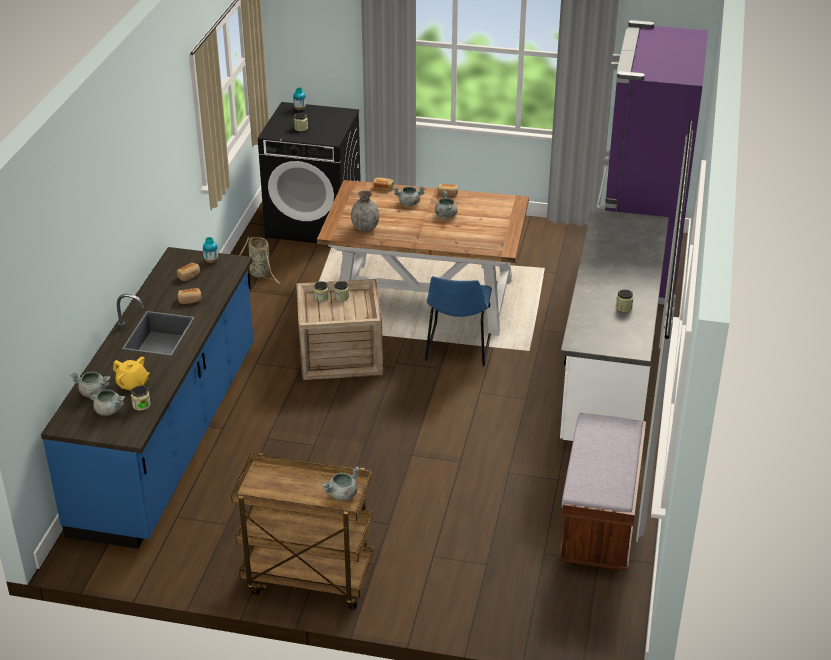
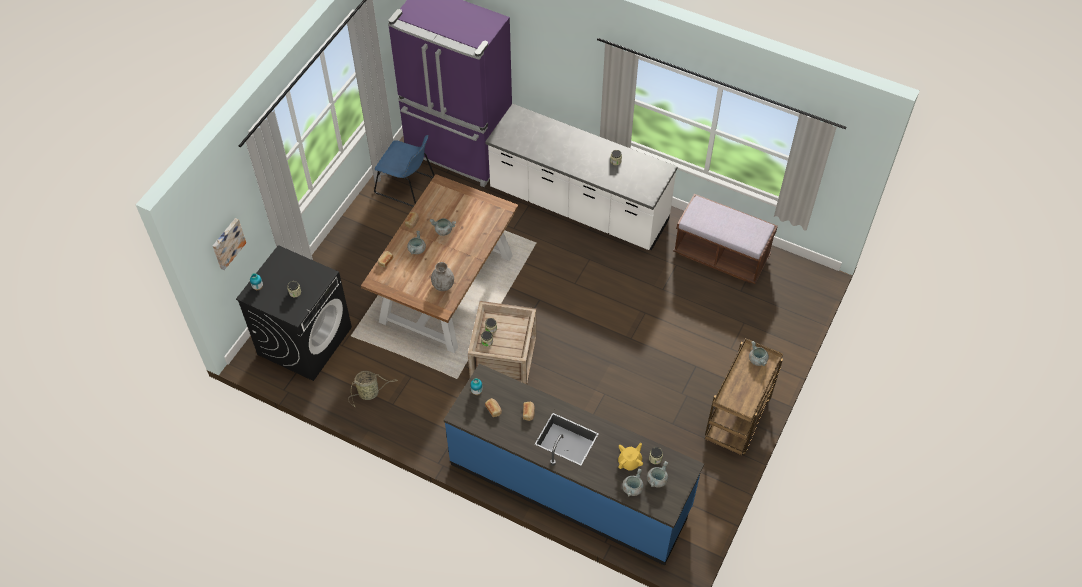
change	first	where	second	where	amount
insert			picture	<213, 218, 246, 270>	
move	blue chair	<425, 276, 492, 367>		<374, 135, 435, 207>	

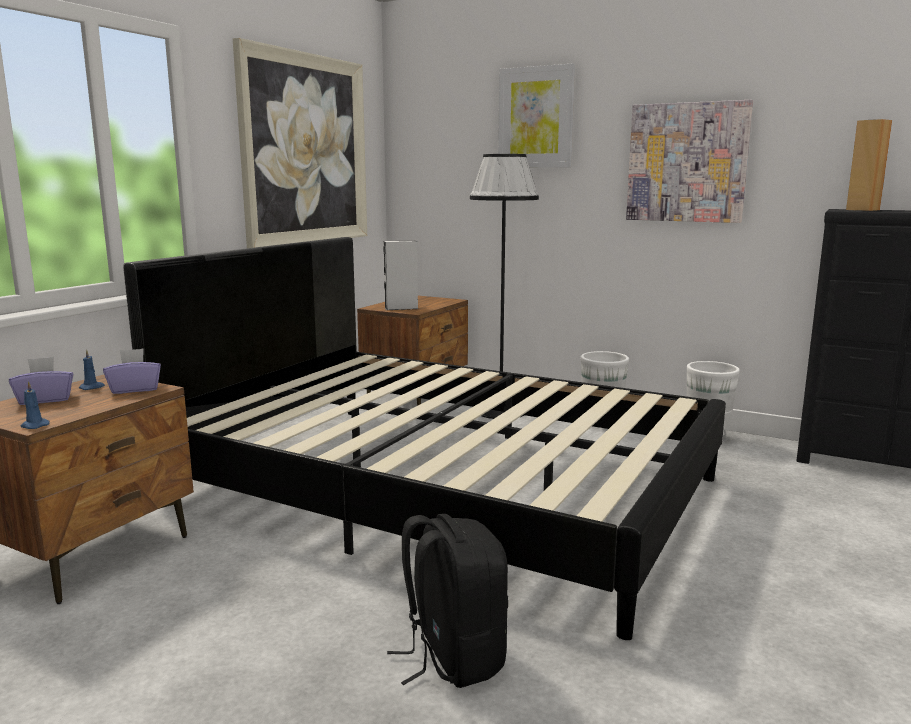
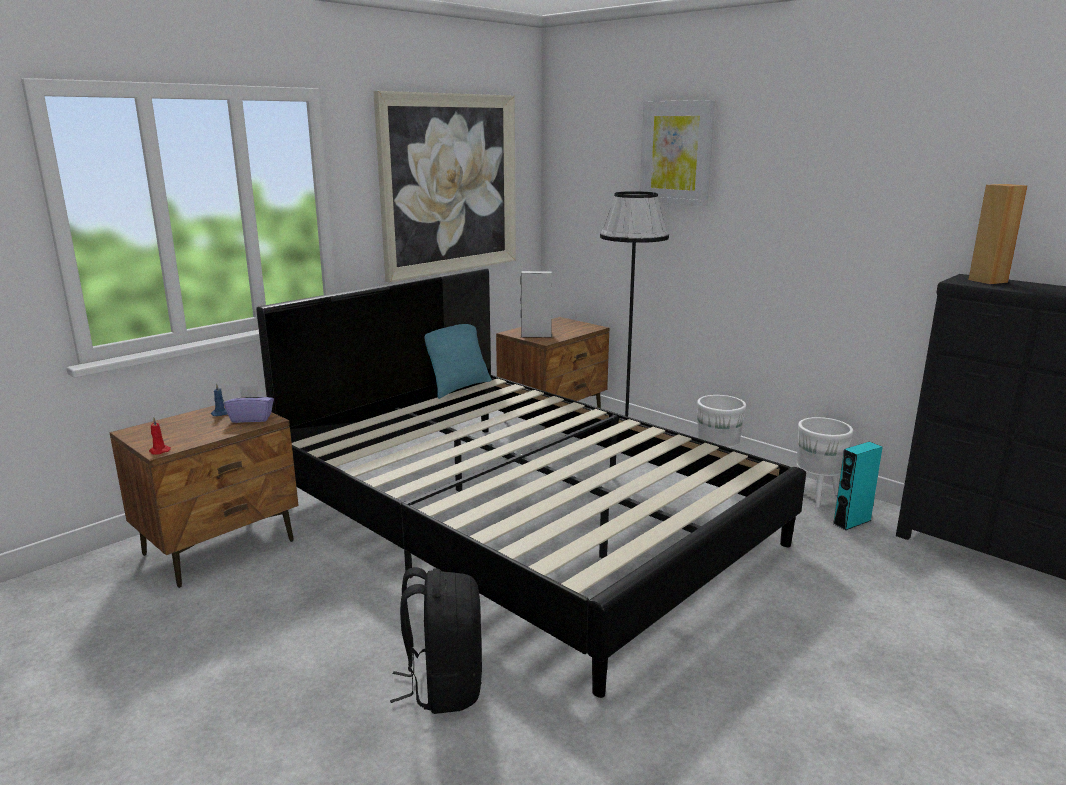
change	first	where	second	where	amount
delete	purple tissue box	<9, 357, 74, 405>			
delete	picture	<626, 100, 753, 223>			
insert			turquoise pillow	<424, 324, 492, 399>	
insert			turquoise speaker	<833, 442, 883, 530>	
recolor	blue candle	<21, 381, 50, 429>	red candle	<149, 418, 171, 455>	

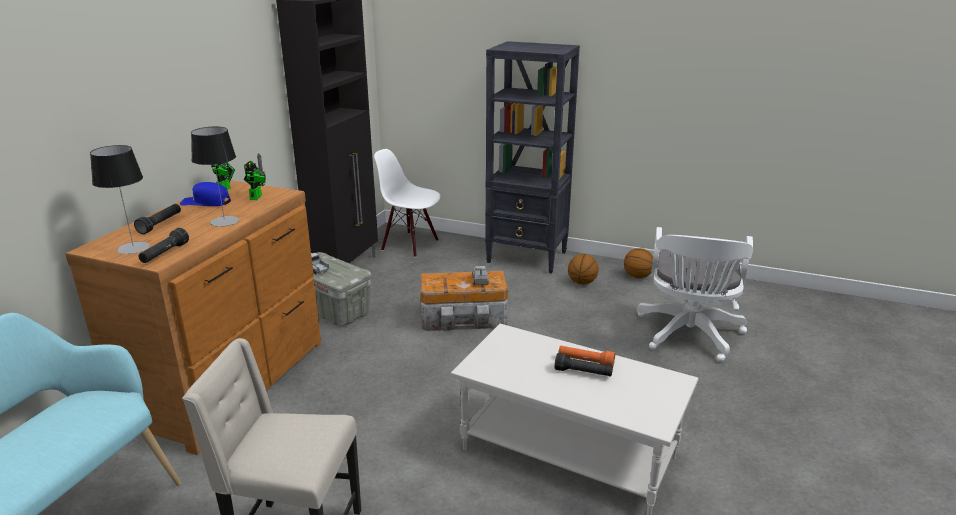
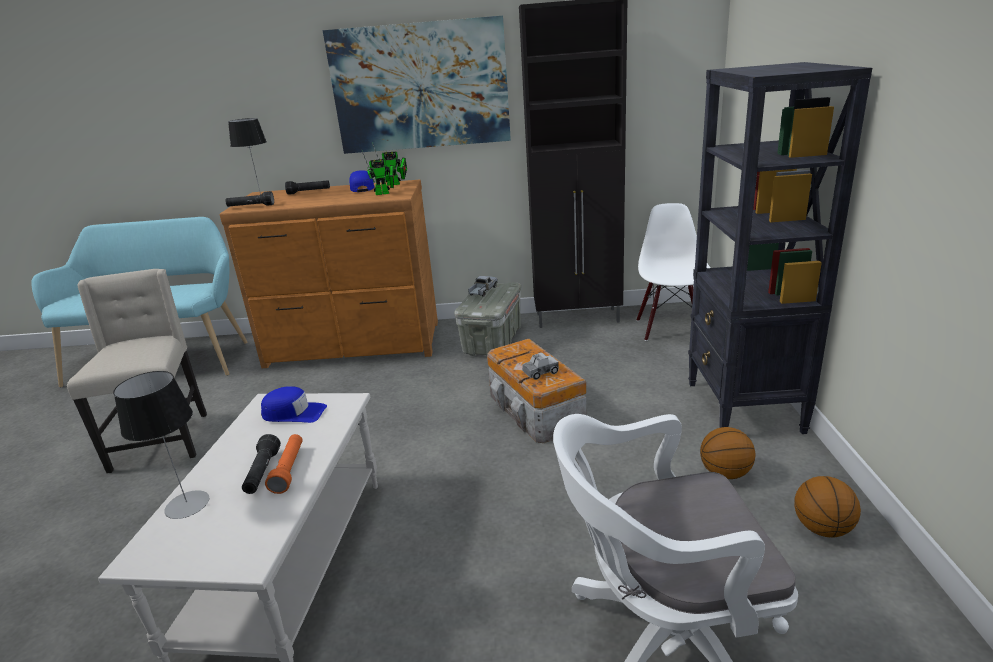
change	first	where	second	where	amount
insert			blue cap	<261, 386, 327, 423>	
insert			picture	<323, 16, 511, 154>	
move	table lamp	<191, 127, 239, 227>		<113, 371, 209, 519>	

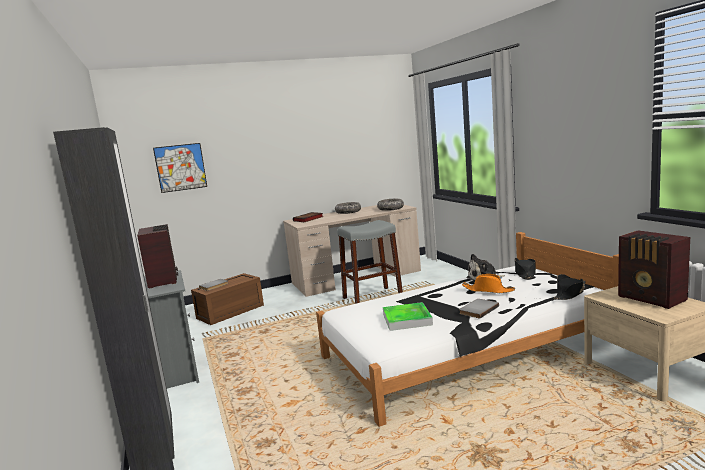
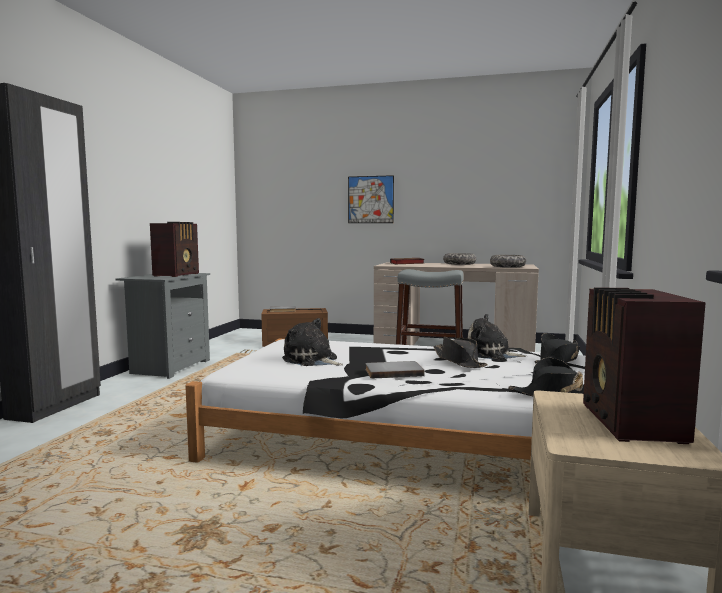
change	first	where	second	where	amount
move	picture	<153, 143, 207, 193>		<348, 175, 394, 223>	
replace	tray	<383, 302, 433, 331>	plush toy	<282, 318, 343, 366>	
recolor	orange hat	<462, 274, 515, 293>	black hat	<433, 337, 488, 368>	

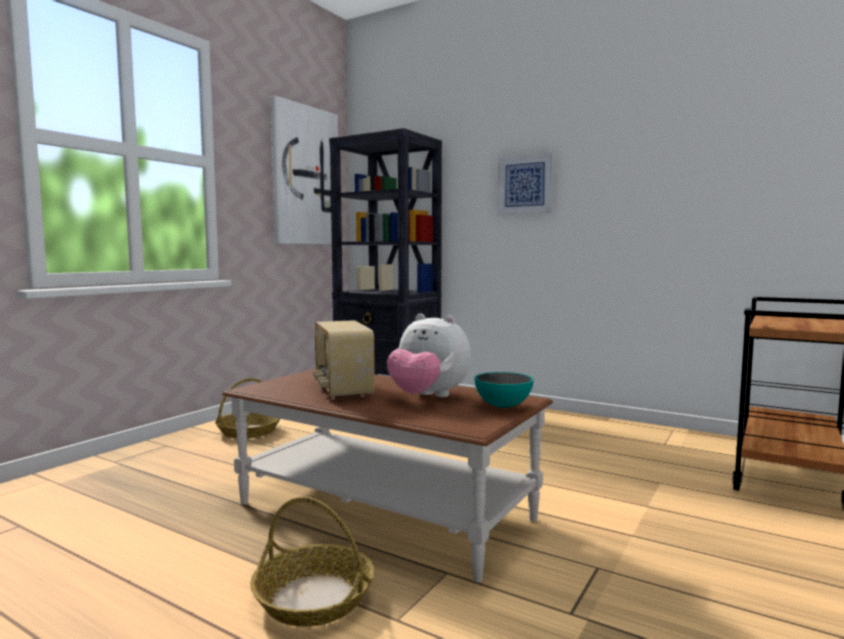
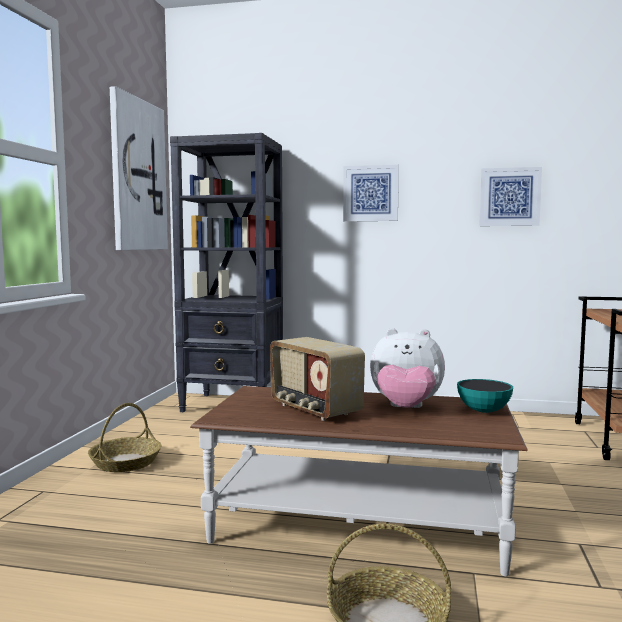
change	first	where	second	where	amount
insert			picture	<479, 167, 542, 226>	

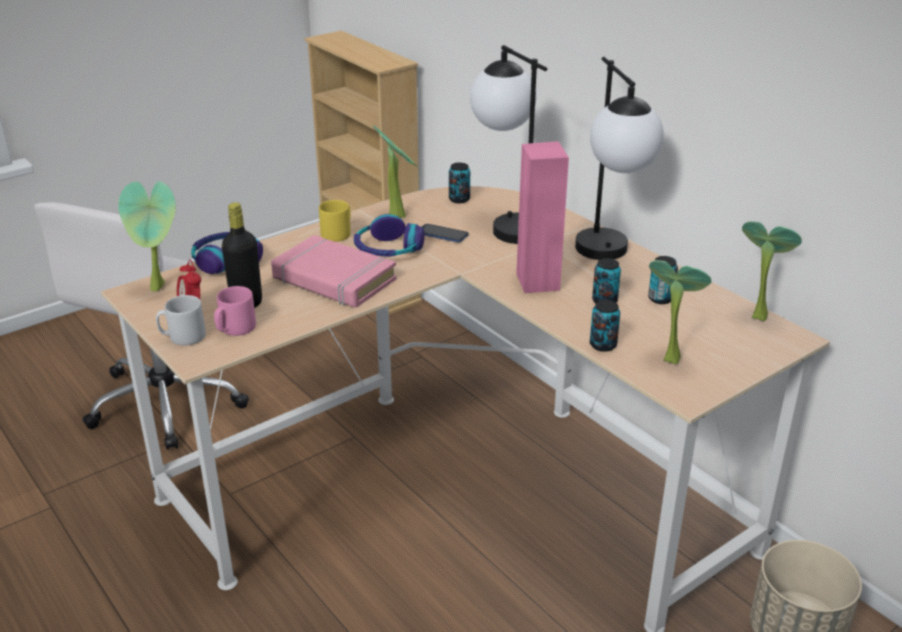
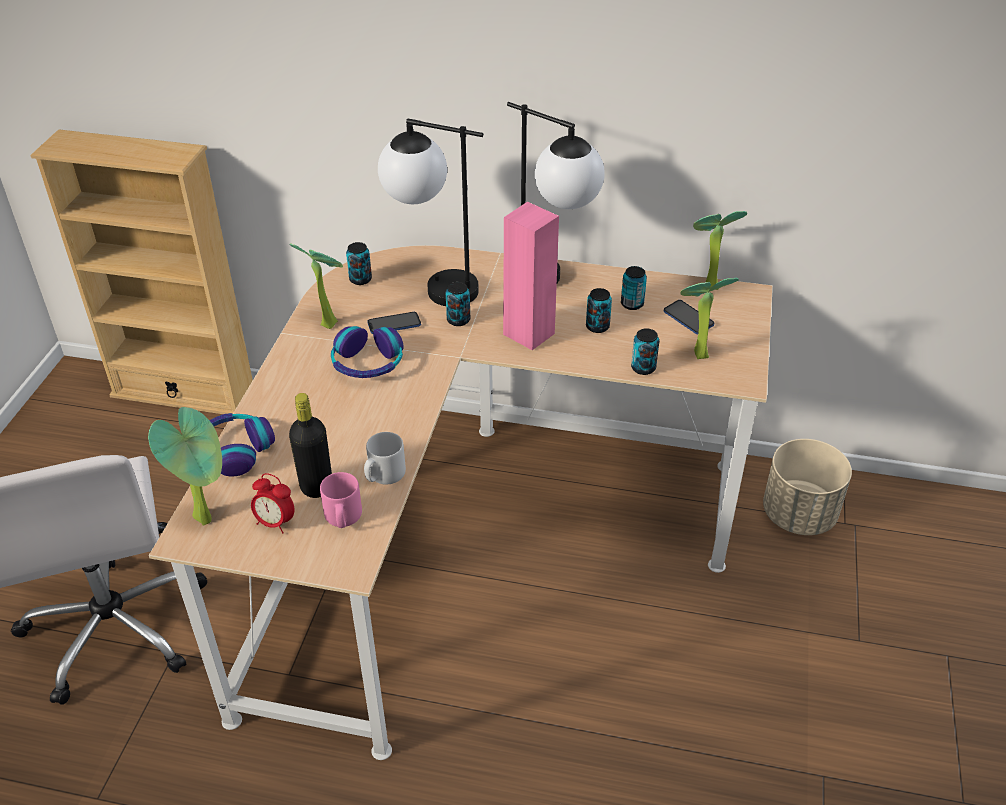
change	first	where	second	where	amount
delete	pink book	<271, 235, 397, 308>			
delete	yellow mug	<319, 200, 351, 242>			
insert			can	<446, 282, 470, 326>	
insert			phone	<664, 300, 714, 334>	
move	grey mug	<156, 295, 206, 346>		<364, 432, 406, 485>	

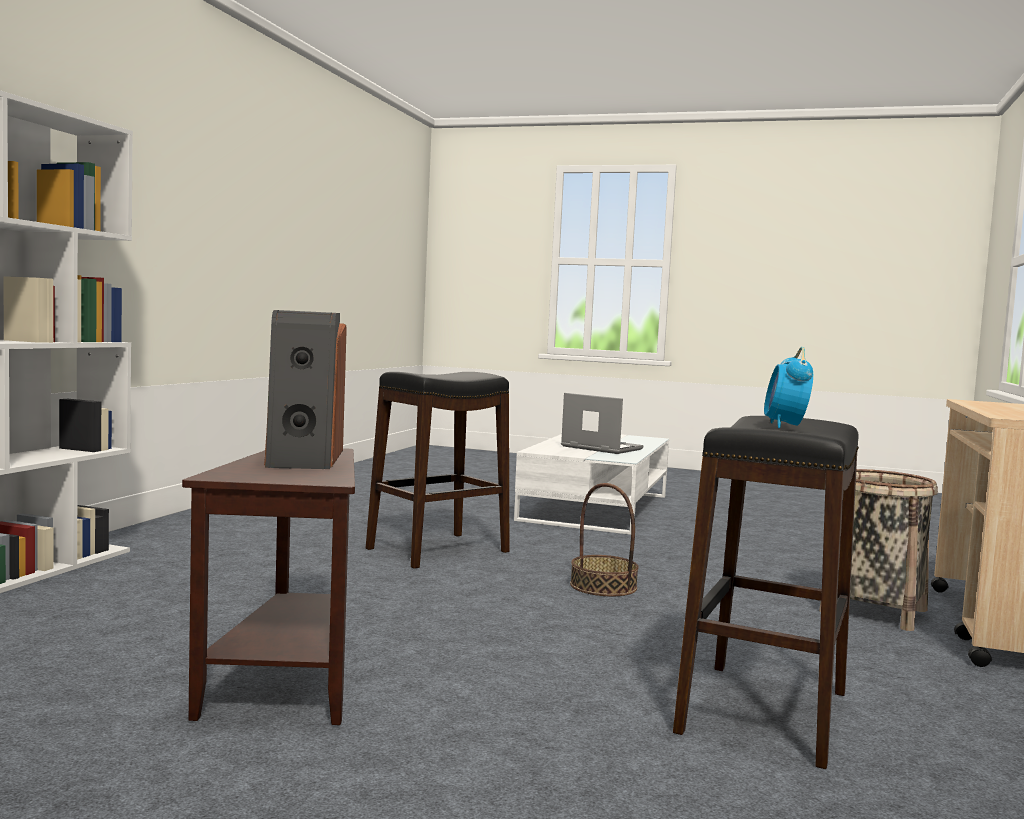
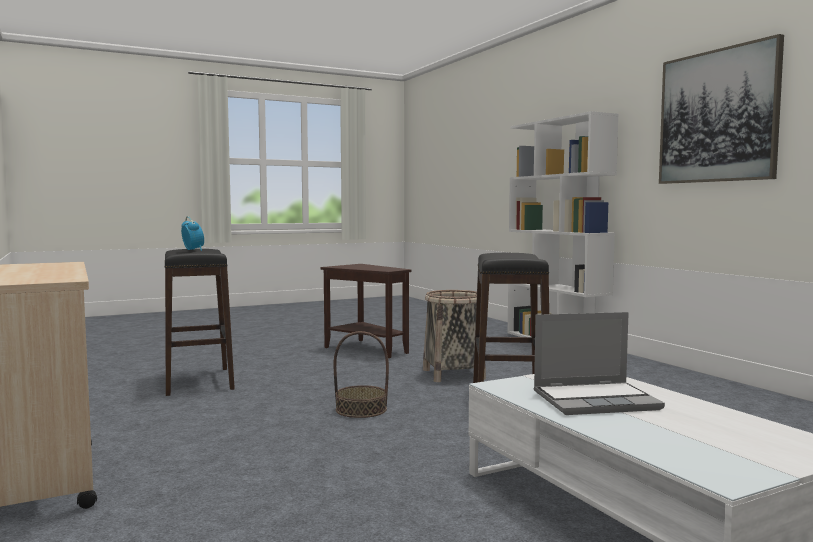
change	first	where	second	where	amount
delete	speaker	<264, 310, 347, 469>			
insert			picture	<659, 34, 784, 184>	
move	basket	<819, 469, 938, 631>		<423, 290, 486, 382>	

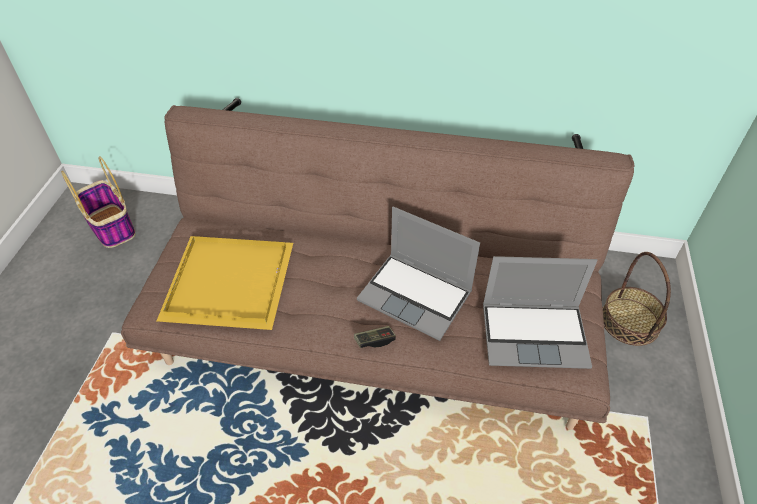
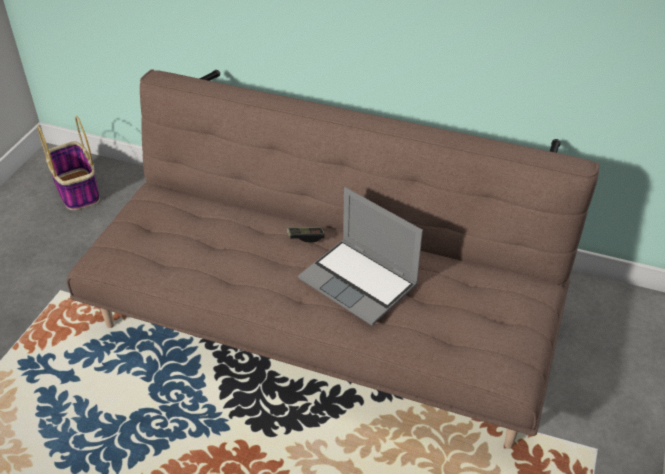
change	first	where	second	where	amount
delete	yellow tray	<157, 236, 293, 330>			
delete	laptop	<483, 256, 598, 369>			
delete	basket	<603, 252, 671, 346>			
move	game controller	<354, 326, 396, 348>		<287, 227, 325, 243>	

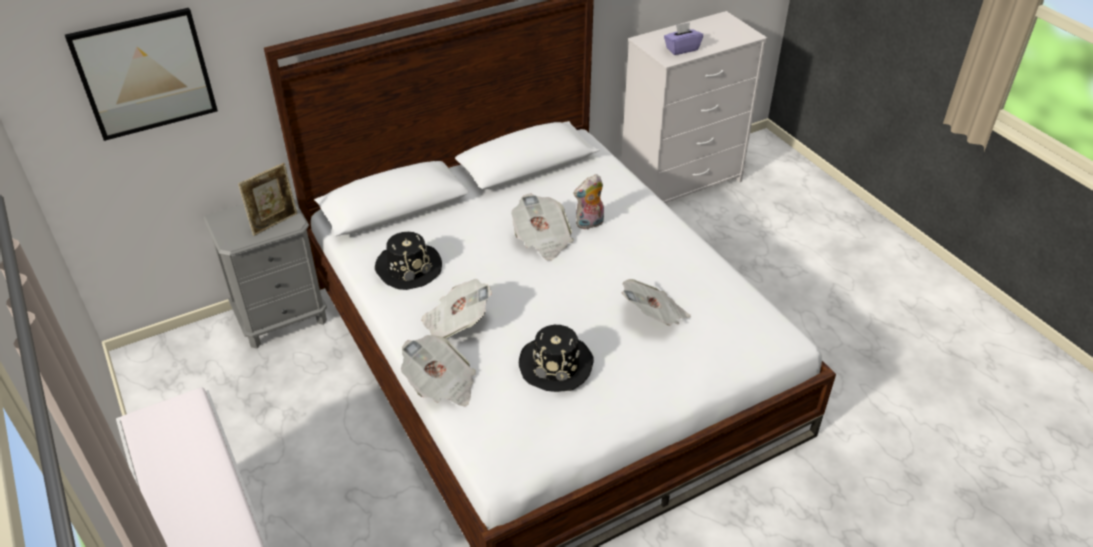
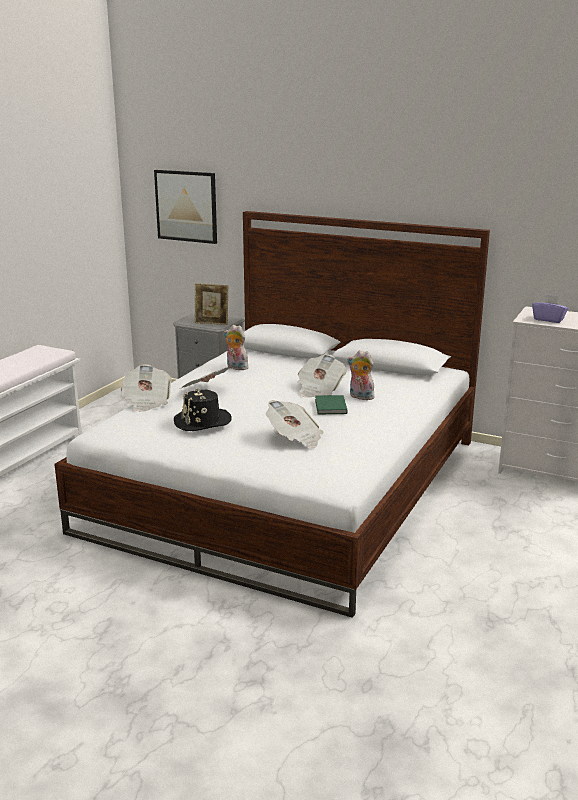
change	first	where	second	where	amount
insert			green book	<315, 395, 347, 414>	
replace	black hat	<375, 232, 442, 290>	plush toy	<224, 325, 248, 370>	

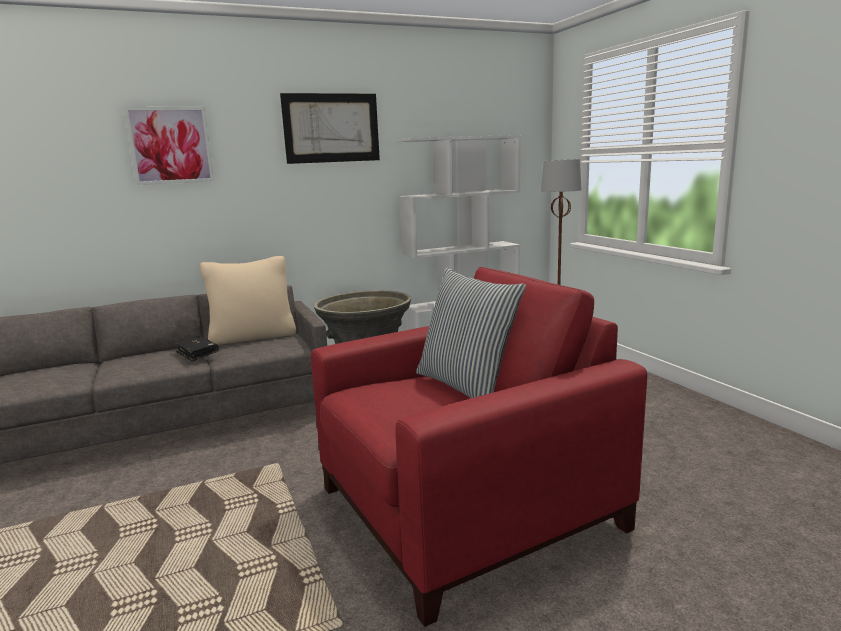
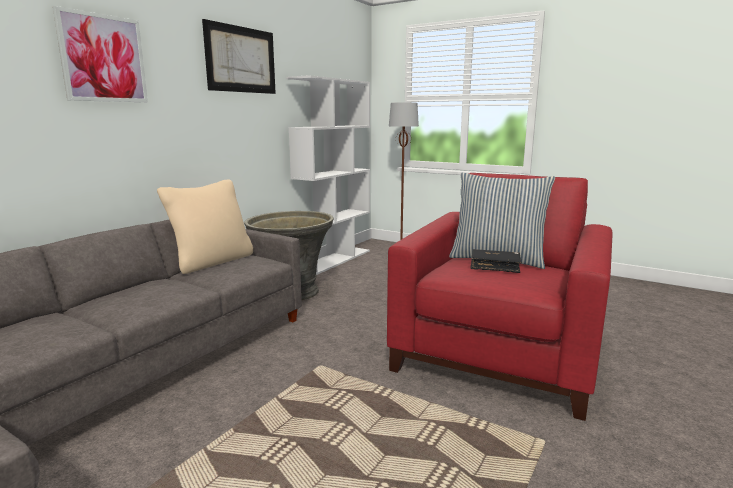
change	first	where	second	where	amount
move	black book	<175, 336, 219, 362>		<470, 249, 522, 273>	

